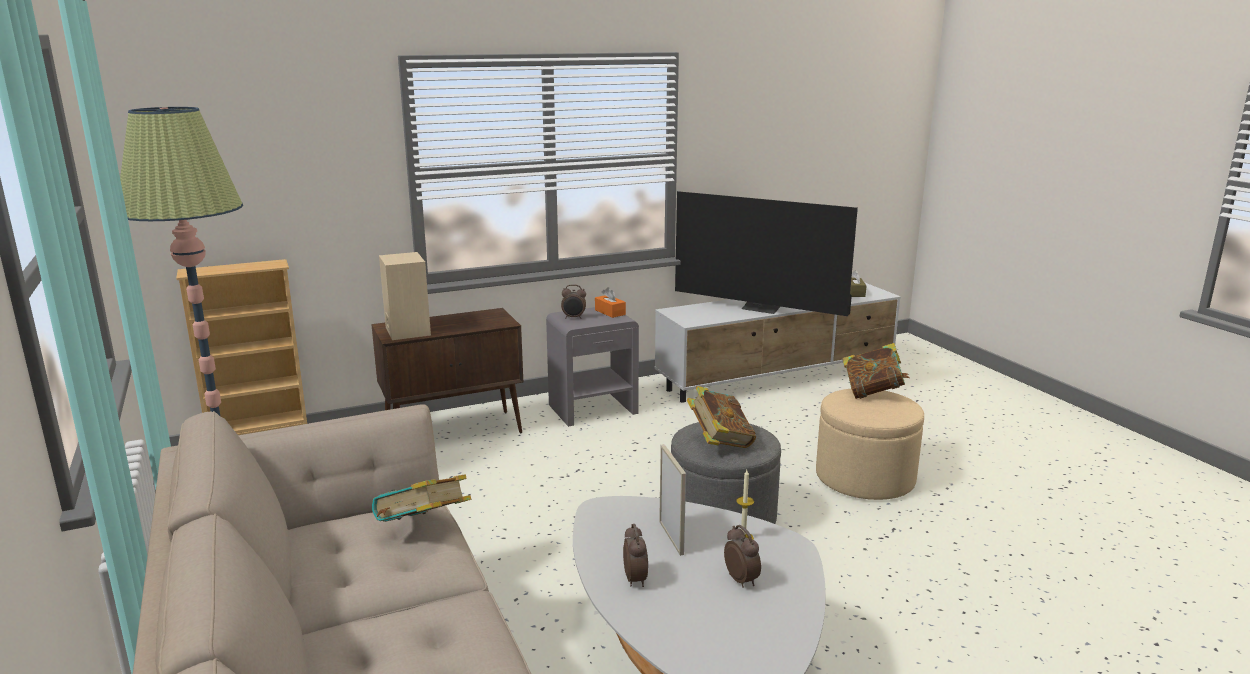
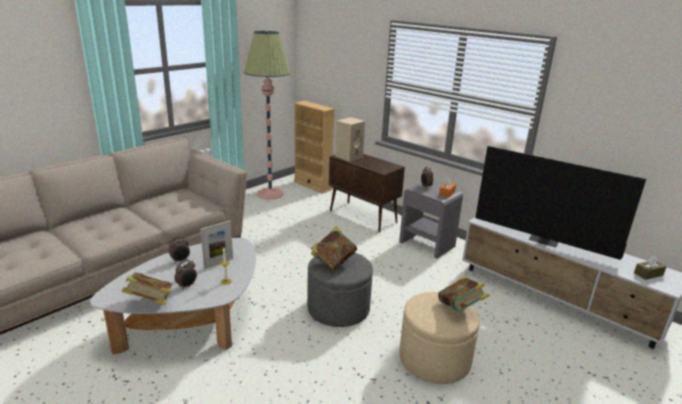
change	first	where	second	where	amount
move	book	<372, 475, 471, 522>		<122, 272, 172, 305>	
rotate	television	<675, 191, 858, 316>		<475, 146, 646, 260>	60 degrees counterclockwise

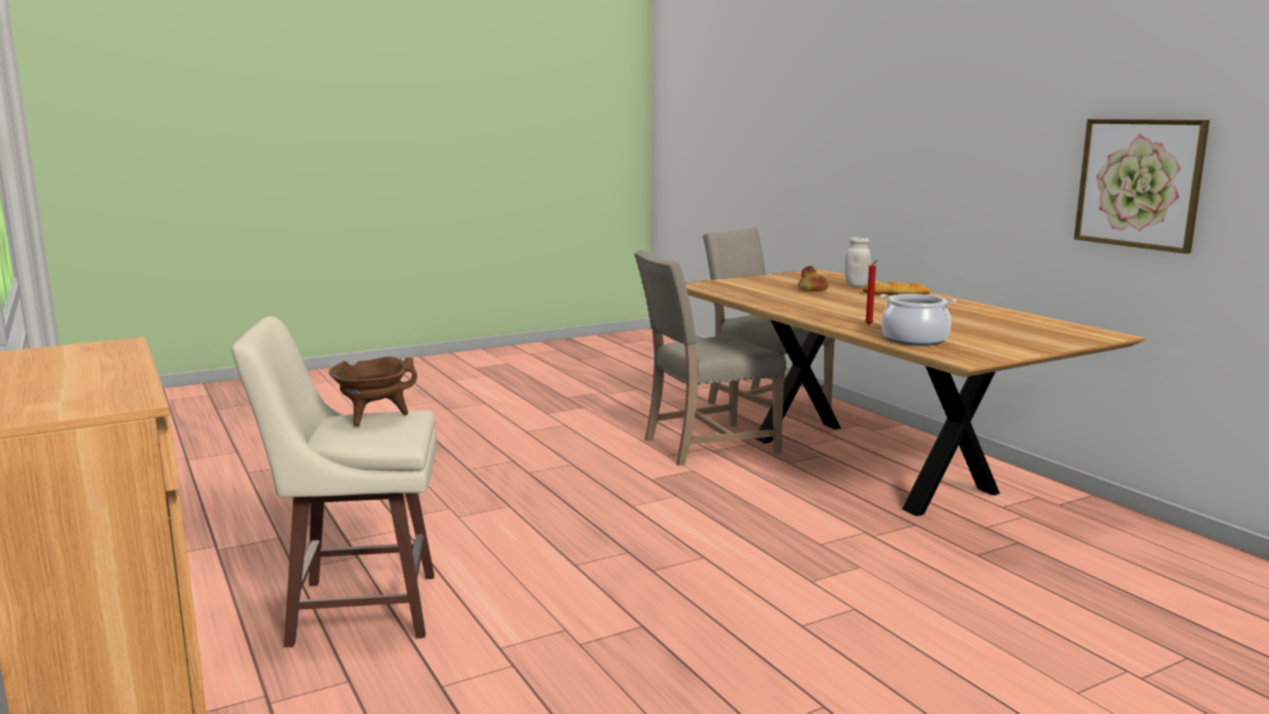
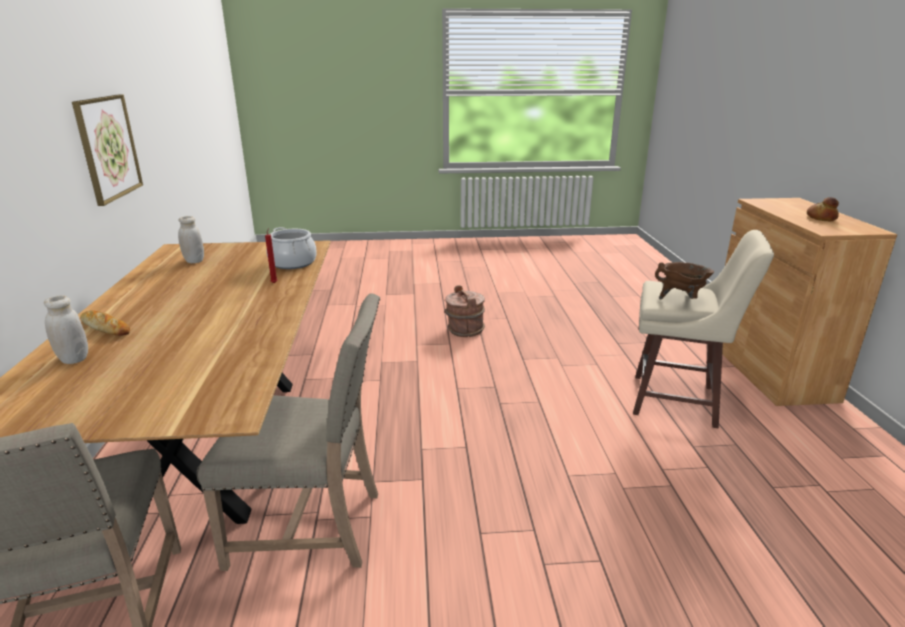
change	first	where	second	where	amount
insert			white jar	<178, 216, 204, 263>	
insert			brown bucket	<445, 285, 485, 337>	
move	bread	<798, 266, 829, 291>		<807, 197, 839, 221>	

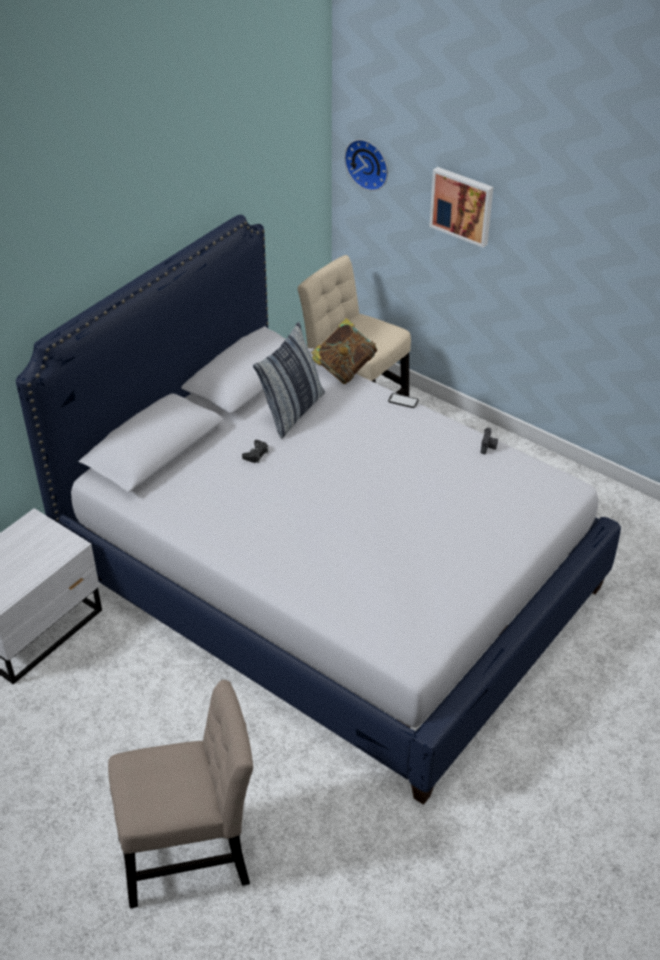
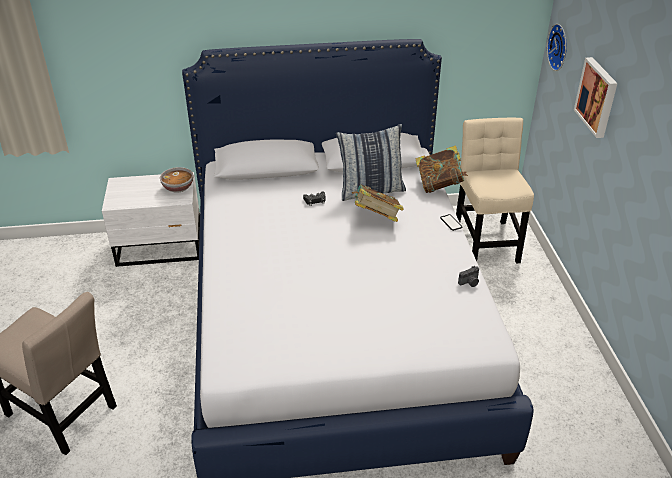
change	first	where	second	where	amount
insert			bowl	<160, 167, 193, 193>	
insert			book	<352, 184, 404, 222>	

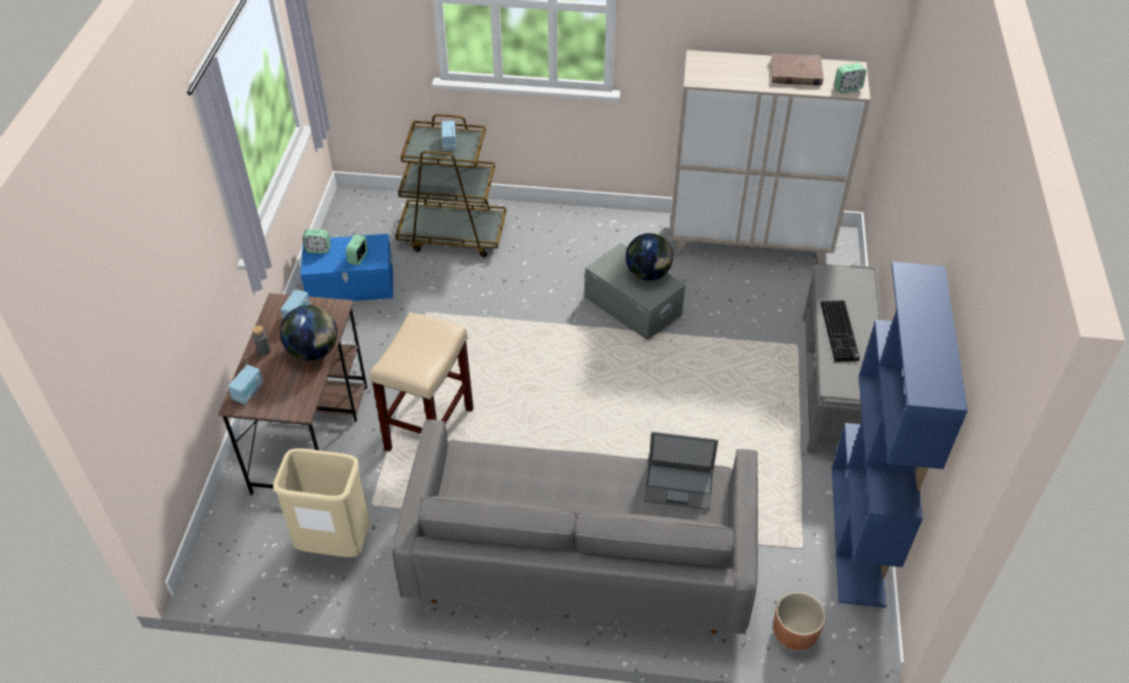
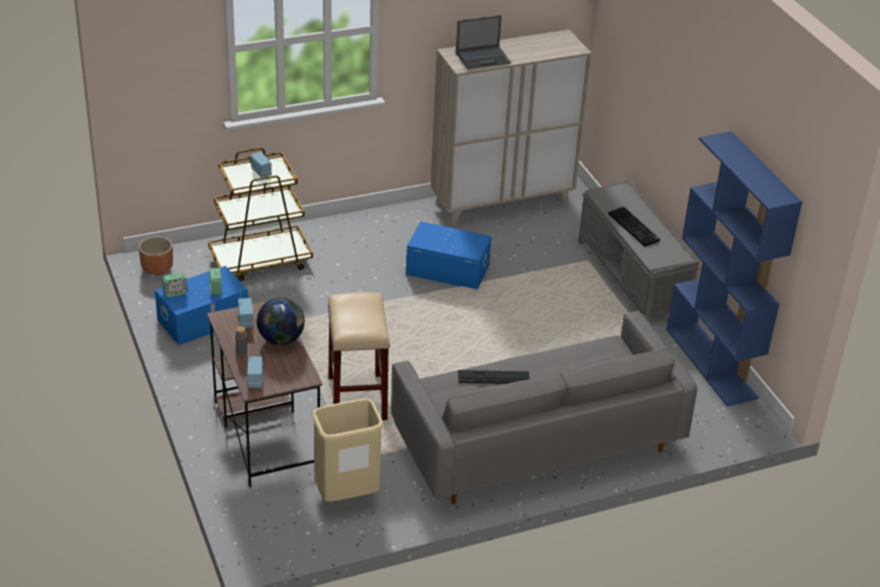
change	first	where	second	where	amount
delete	globe	<626, 233, 673, 281>			
delete	brown book	<771, 53, 823, 86>			
delete	alarm clock	<834, 63, 866, 93>			
insert			keyboard	<458, 370, 530, 384>	
move	laptop	<644, 432, 718, 510>		<456, 15, 511, 69>	
move	brown planter	<773, 592, 826, 650>		<139, 236, 173, 275>	
recolor	grey storage box	<585, 243, 685, 340>	blue storage box	<406, 221, 492, 289>	

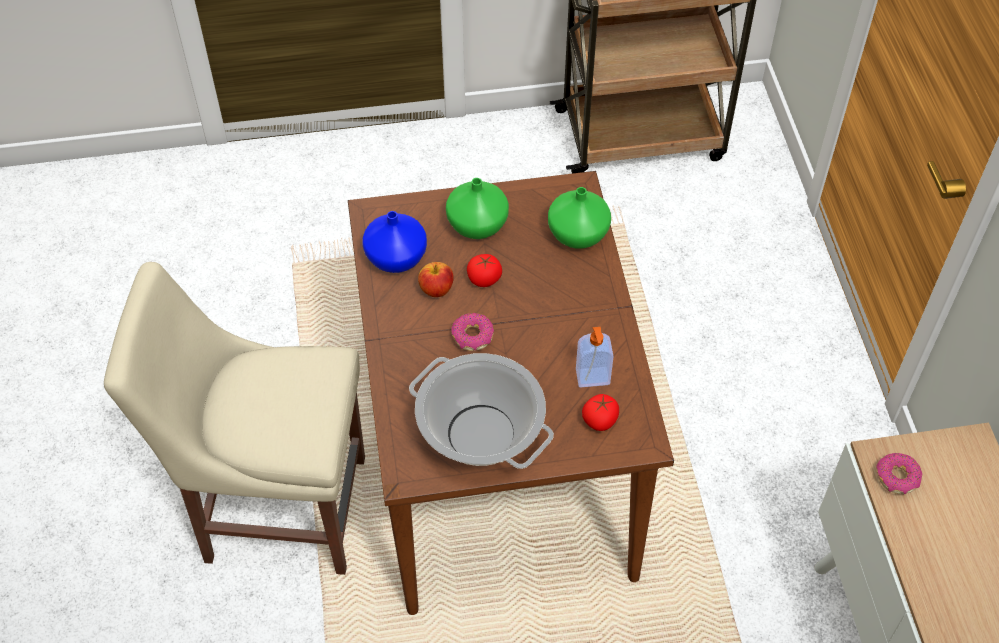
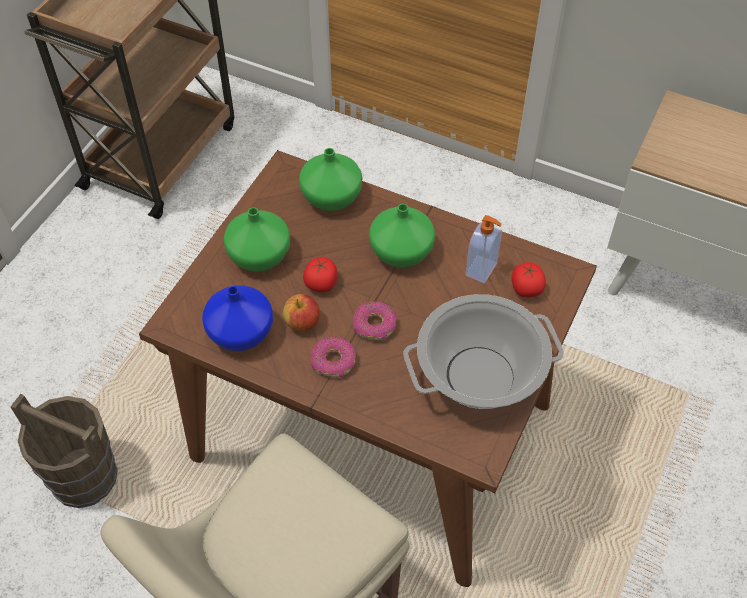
change	first	where	second	where	amount
insert			brown bucket	<10, 394, 118, 508>	
insert			green vase	<369, 204, 435, 267>	
move	donut	<876, 453, 922, 494>		<310, 337, 356, 378>	

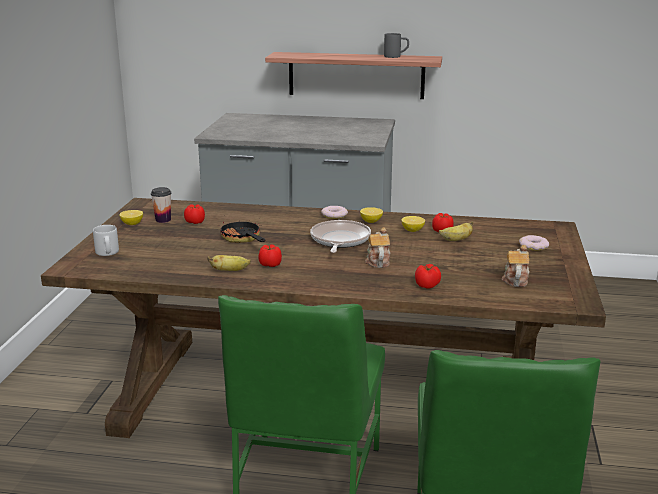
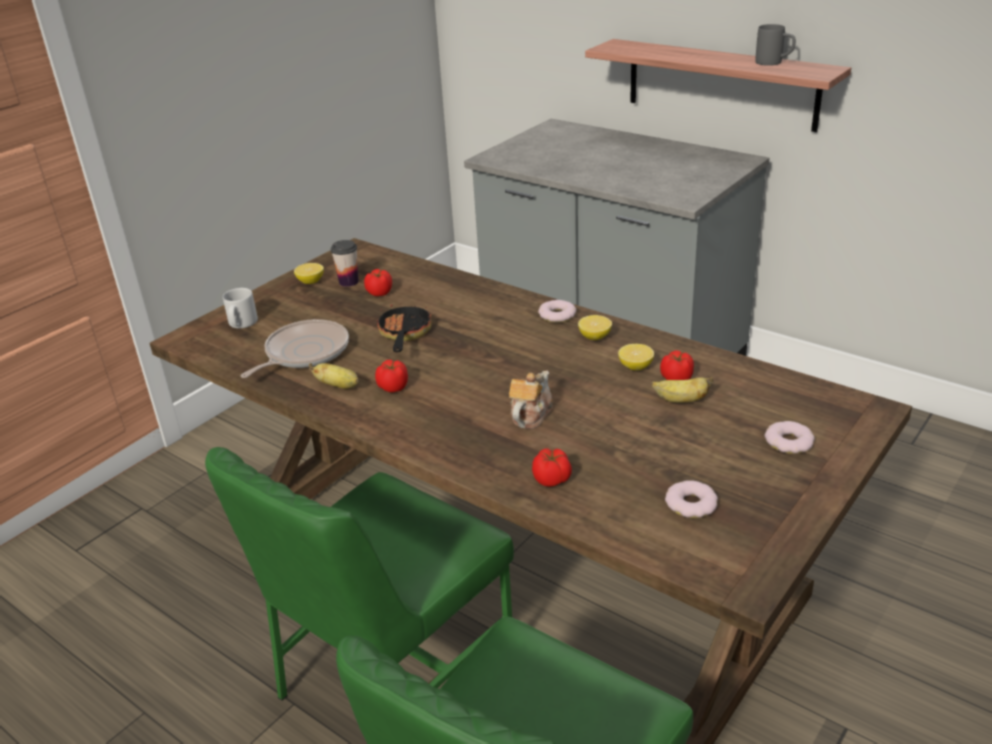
change	first	where	second	where	amount
move	frying pan	<310, 220, 371, 253>		<241, 319, 349, 378>	
replace	teapot	<502, 245, 529, 287>	donut	<665, 480, 718, 518>	

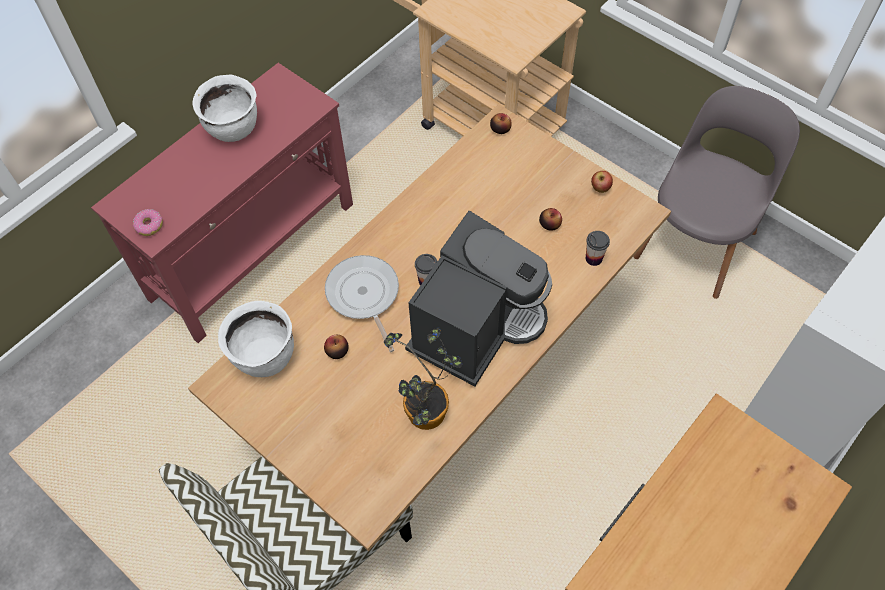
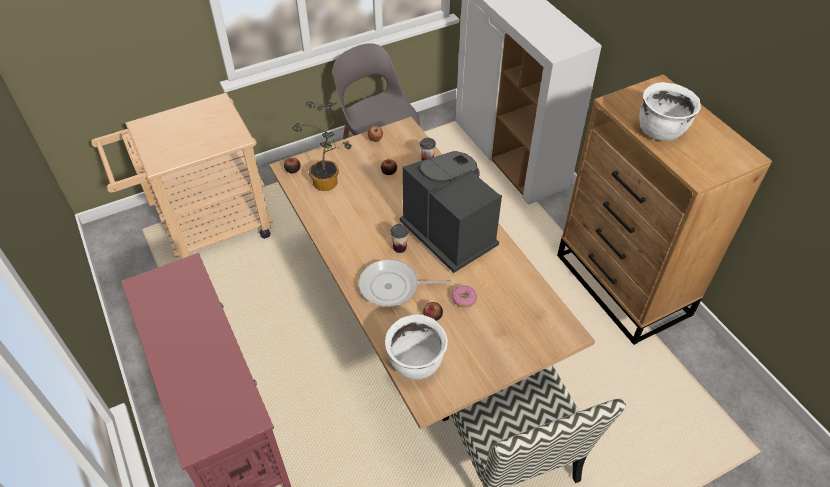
change	first	where	second	where	amount
move	donut	<133, 209, 163, 236>		<451, 285, 477, 307>	
move	white cooking pot	<192, 75, 257, 142>		<639, 82, 701, 141>	
move	potted plant	<384, 327, 462, 430>		<292, 101, 352, 191>	

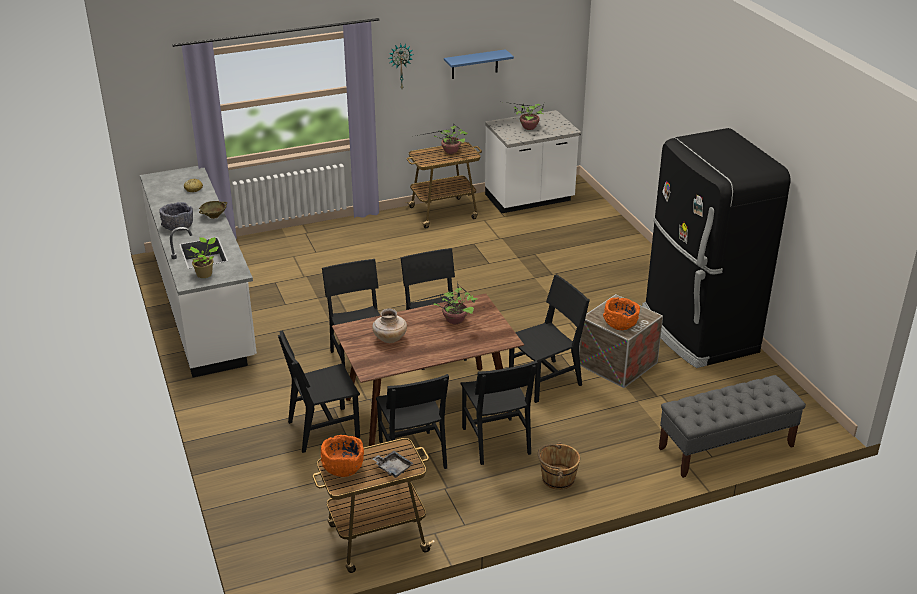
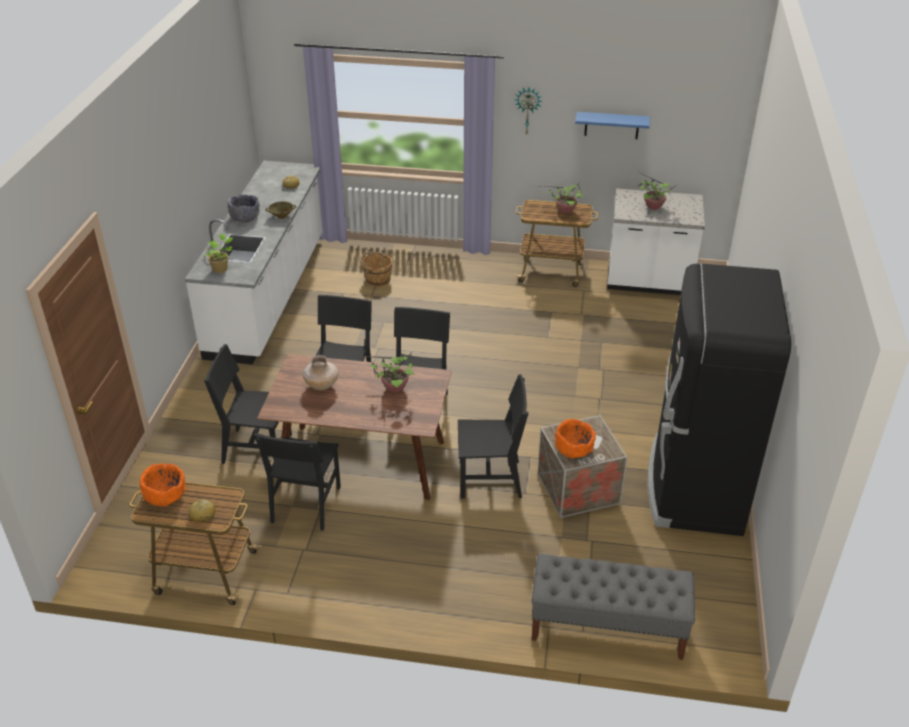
change	first	where	second	where	amount
delete	black chair	<461, 361, 538, 465>			
move	brown bucket	<538, 442, 580, 490>		<361, 252, 392, 286>	
replace	grey tray	<373, 451, 413, 478>	bread	<188, 500, 215, 522>	

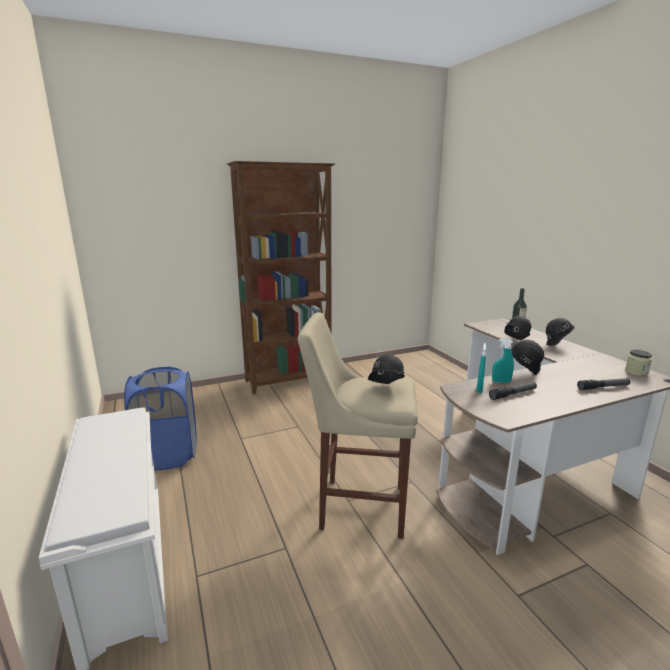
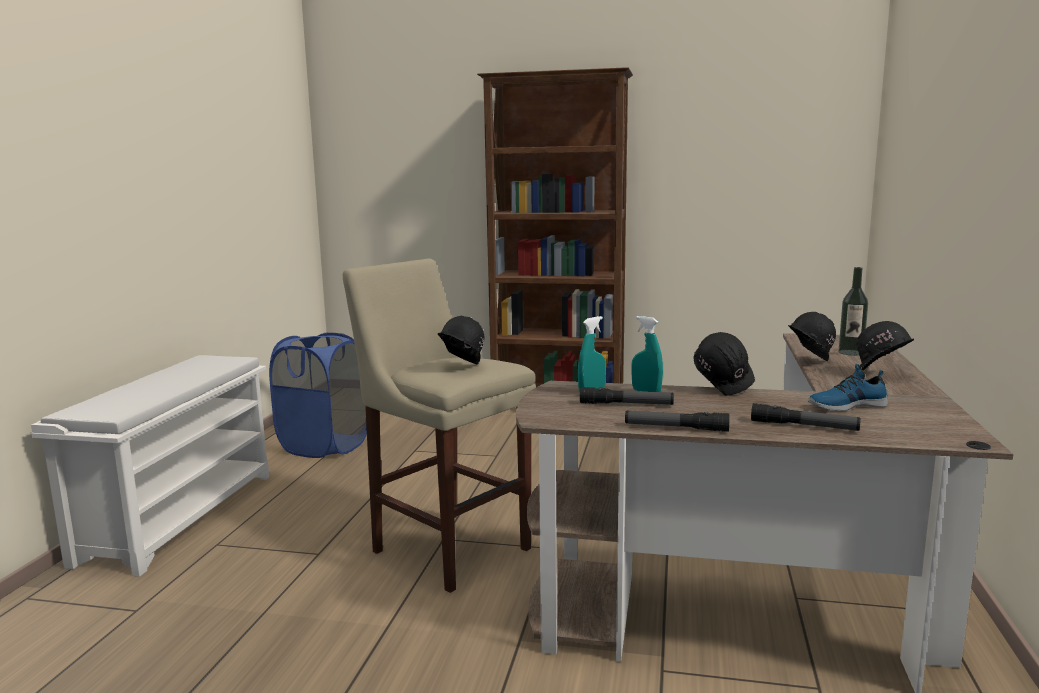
change	first	where	second	where	amount
delete	jar	<625, 350, 652, 376>			
insert			flashlight	<625, 410, 729, 432>	
insert			shoe	<808, 364, 888, 411>	

